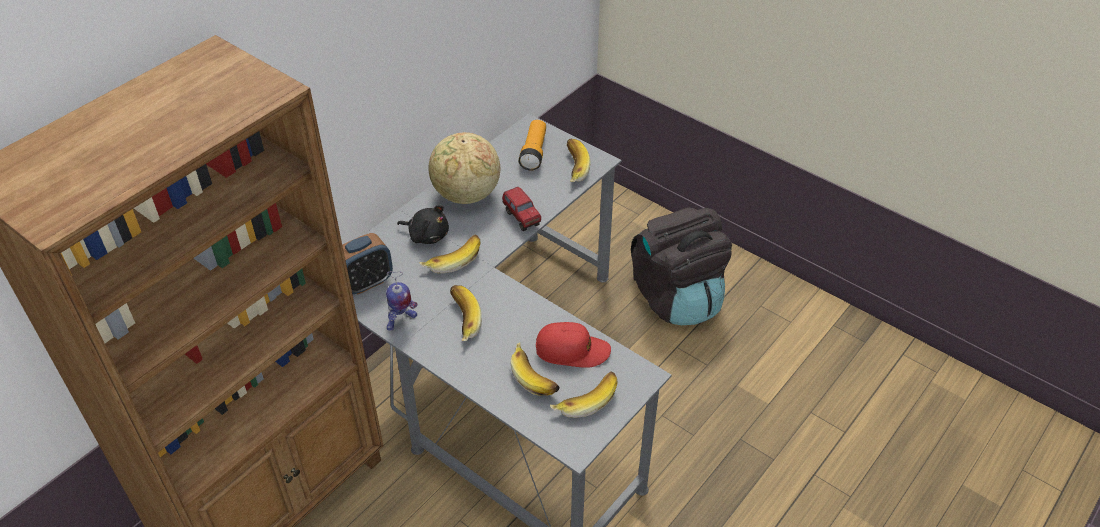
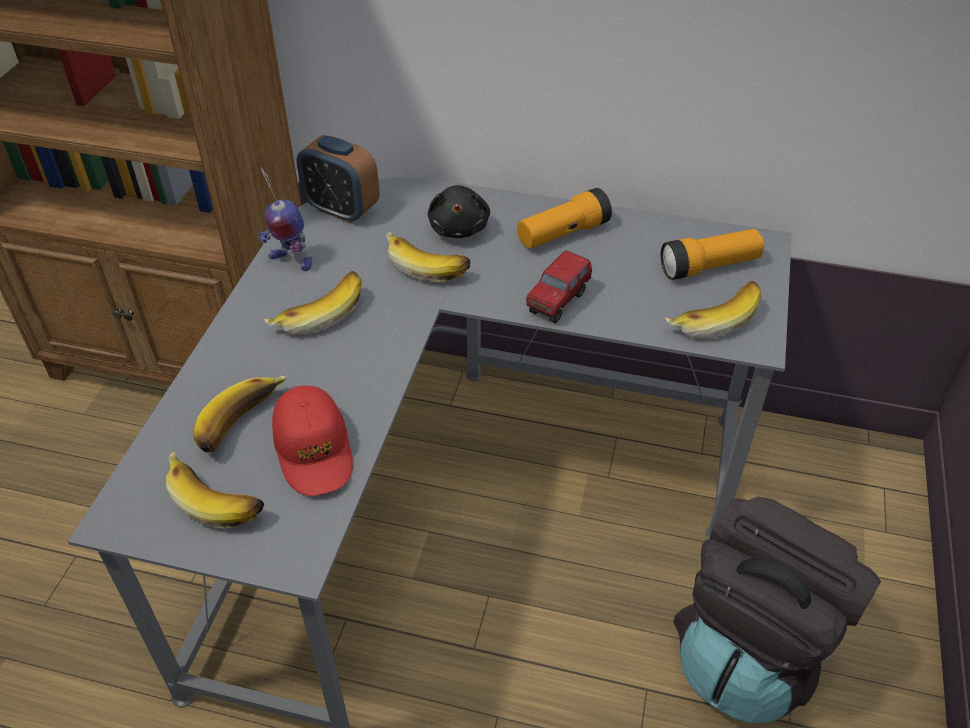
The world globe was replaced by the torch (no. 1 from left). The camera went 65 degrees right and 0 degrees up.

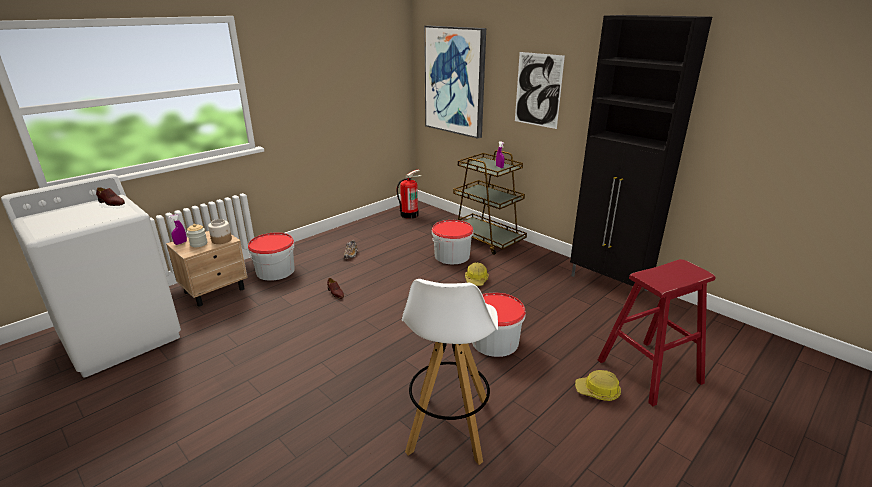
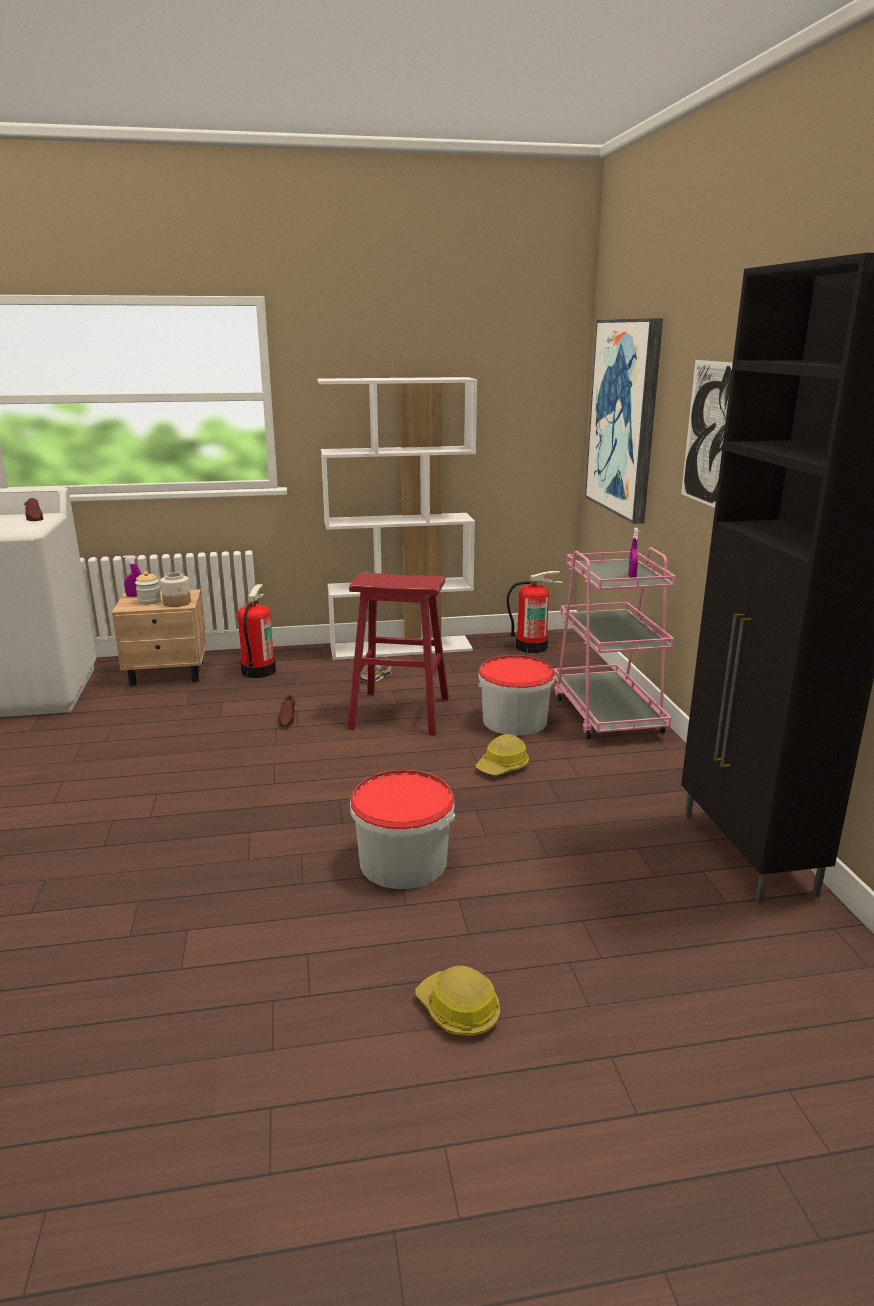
The bucket (no. 1 from left) was replaced by the fire extinguisher (no. 1 from left). The whitish shelving unit appeared. The red stool seat moved. The brown-coloured cart became the pink-coloured cart. The whitish stool seat disappeared. The camera went 35 degrees right and 5 degrees down.

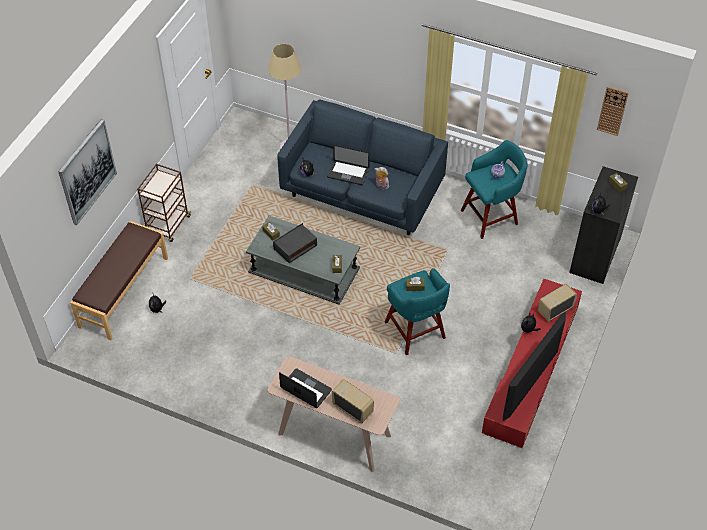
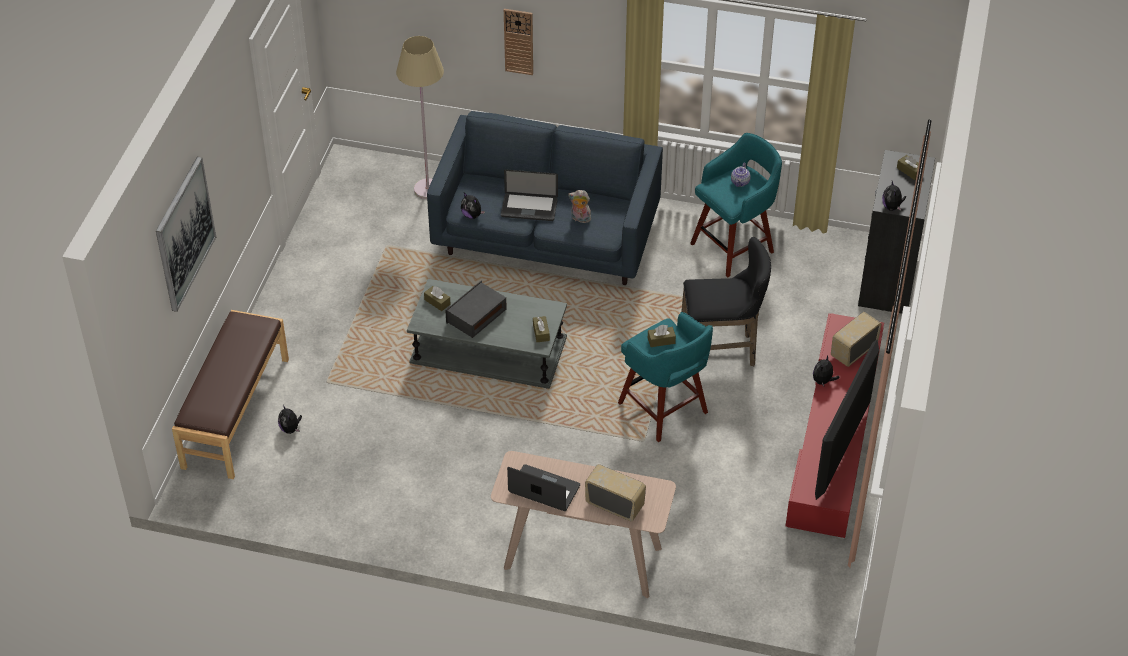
The wall clock moved. The blackish stool seat appeared. The brown-coloured cart disappeared. The camera went 10 degrees left and 5 degrees down.

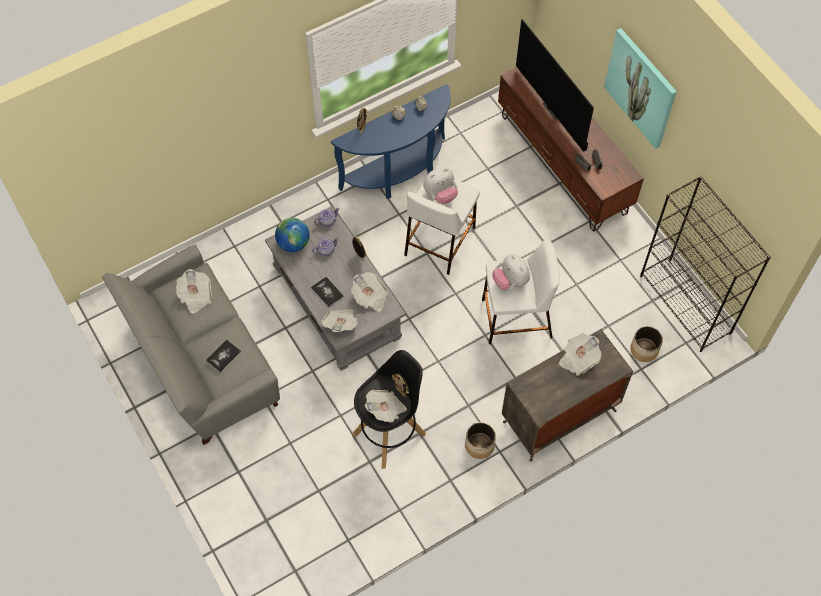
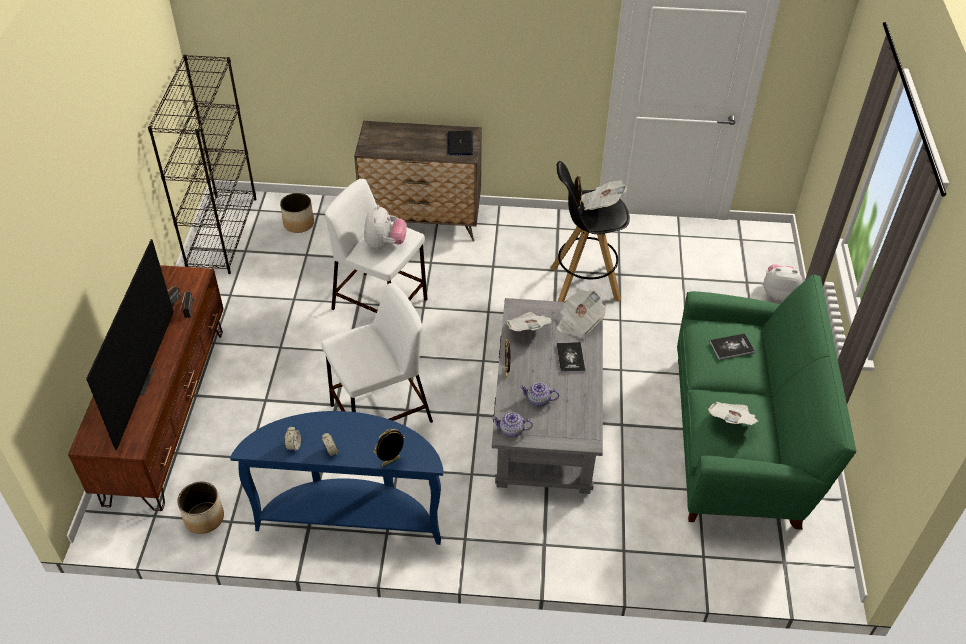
The flower pot (no. 1 from left) moved. The notebook computer appeared. The gray sofa became the greenish sofa. The soft toy (no. 1 from left in the first image) moved. The world globe disappeared. The printed paper (no. 5 from left) disappeared. The wall picture disappeared. The camera went 145 degrees left and 15 degrees down.

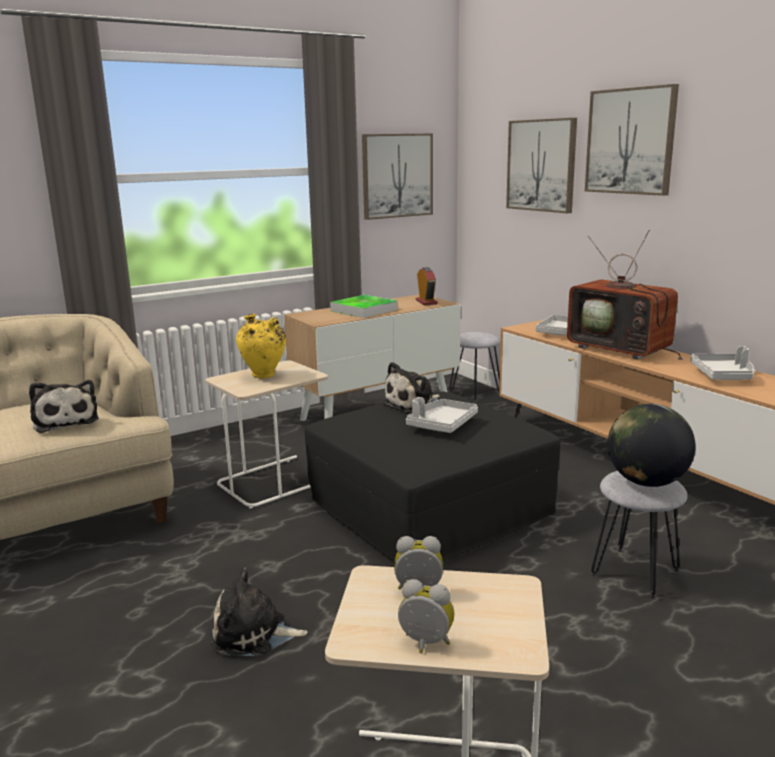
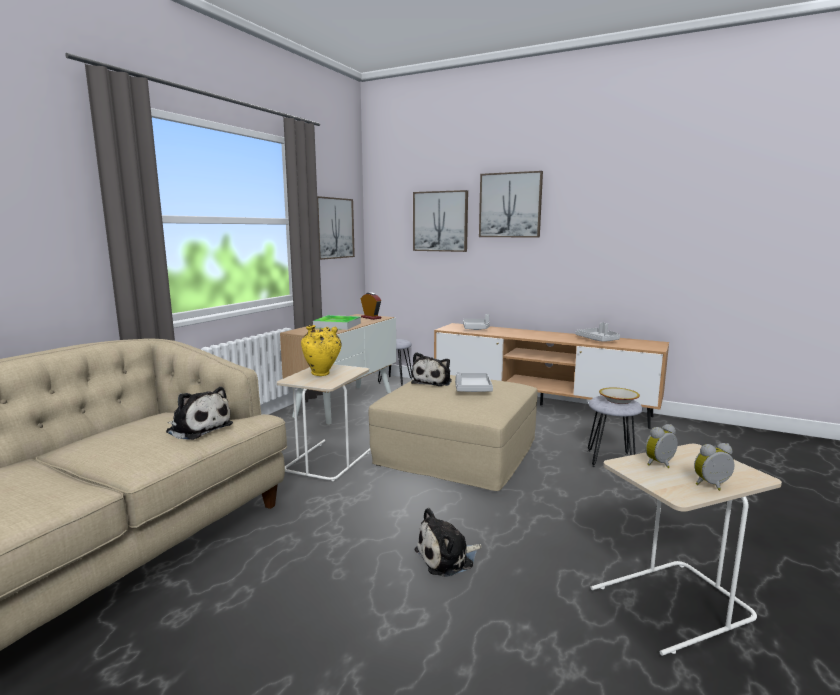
The blackish pouffe became the beige pouffe. The world globe was replaced by the bowl. The television disappeared. The camera went 30 degrees left and 5 degrees down.

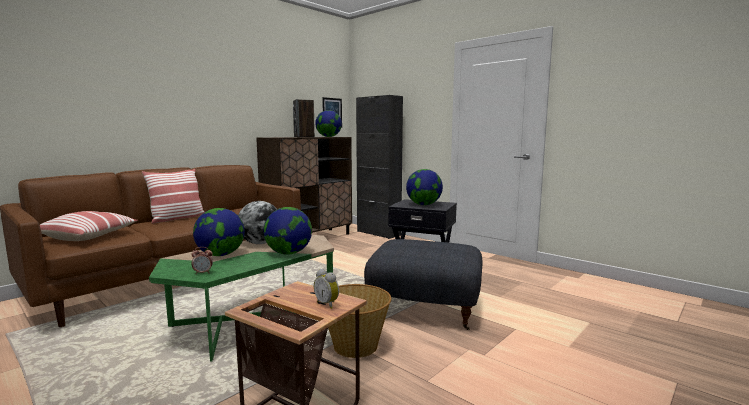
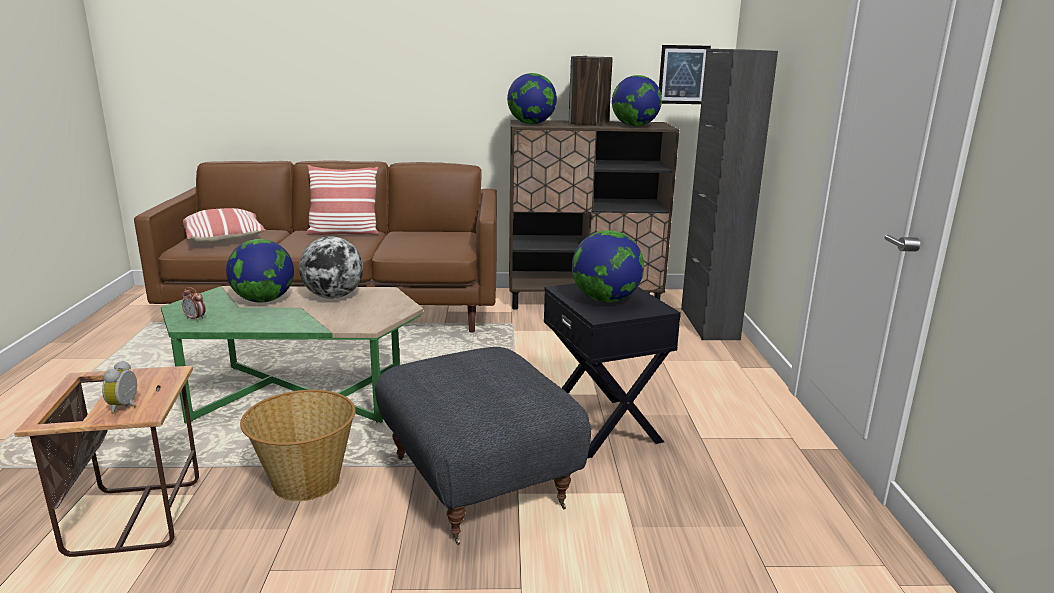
The world globe (no. 3 from left) moved. The camera went 45 degrees right and 10 degrees up.

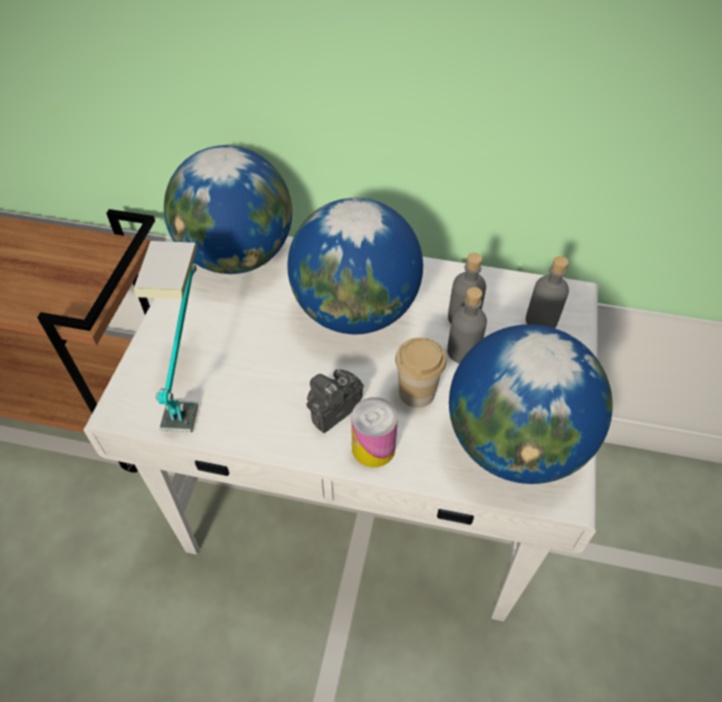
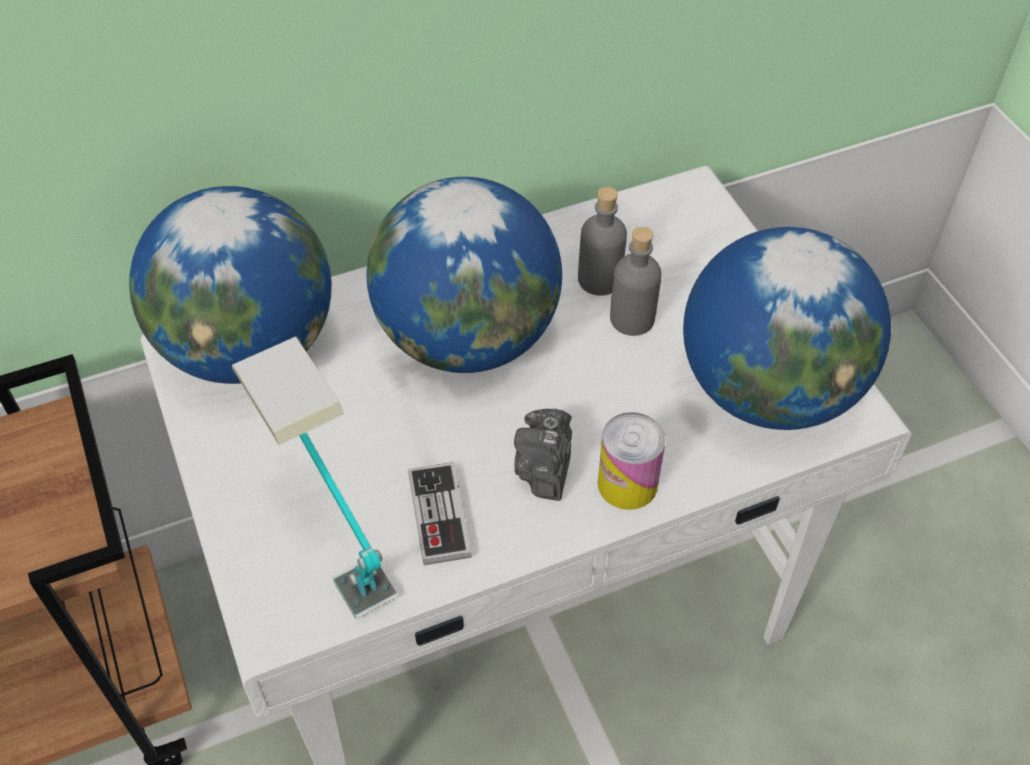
The gamepad appeared. The cup disappeared. The gray drink bottle (no. 3 from left) disappeared. The camera went 35 degrees left and 0 degrees up.

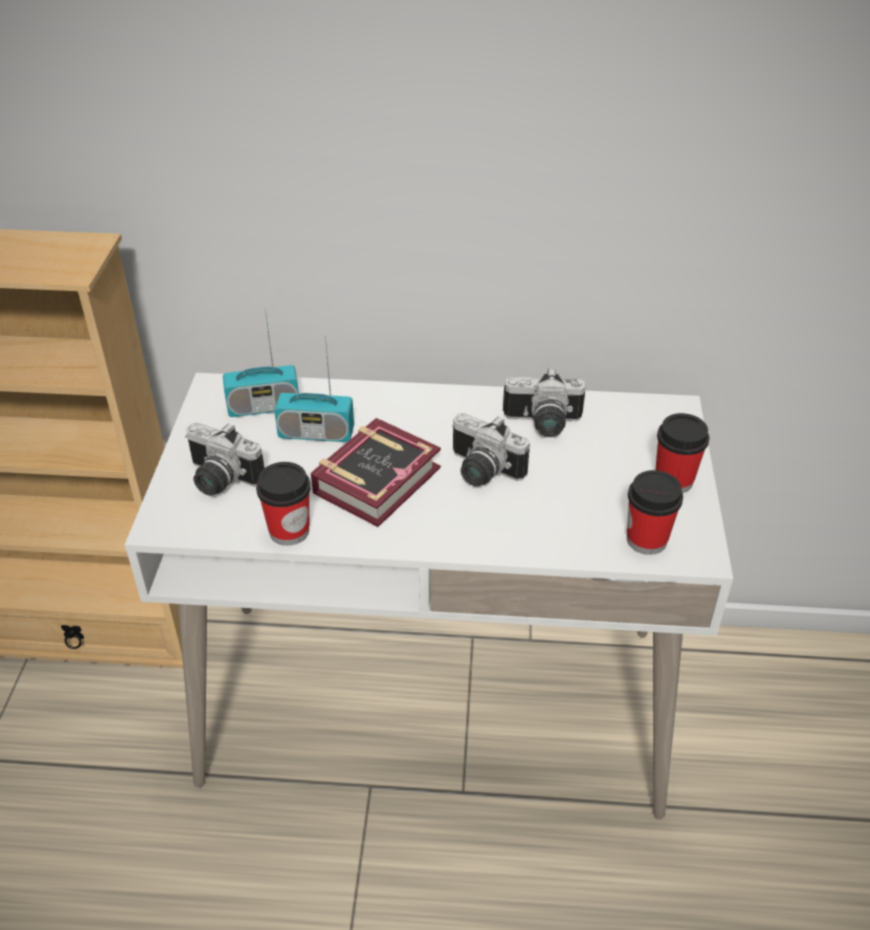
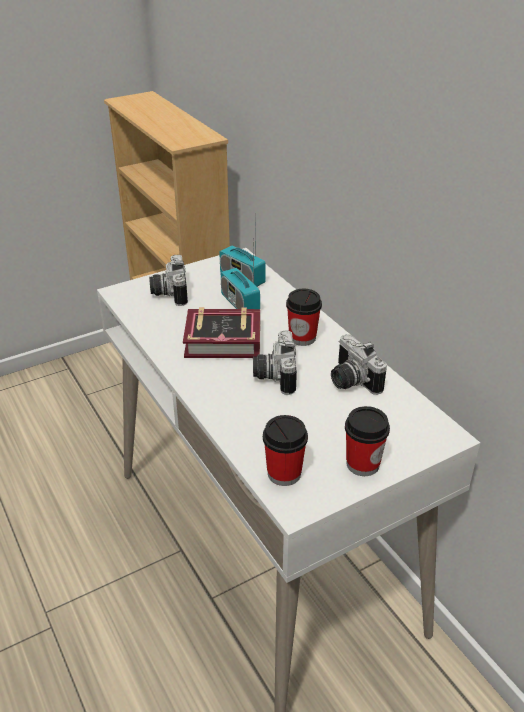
The cup (no. 1 from left in the first image) moved. The camera went 55 degrees right and 5 degrees down.

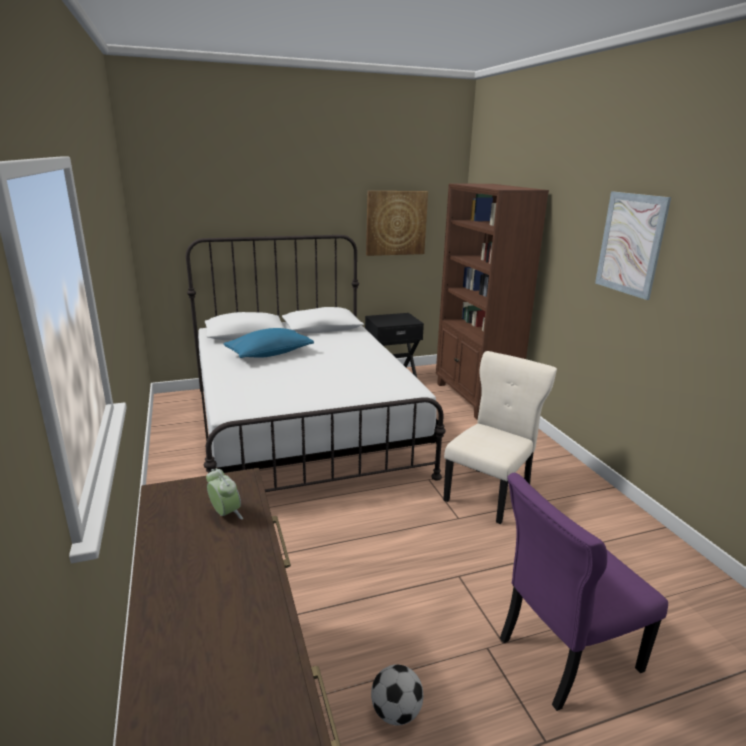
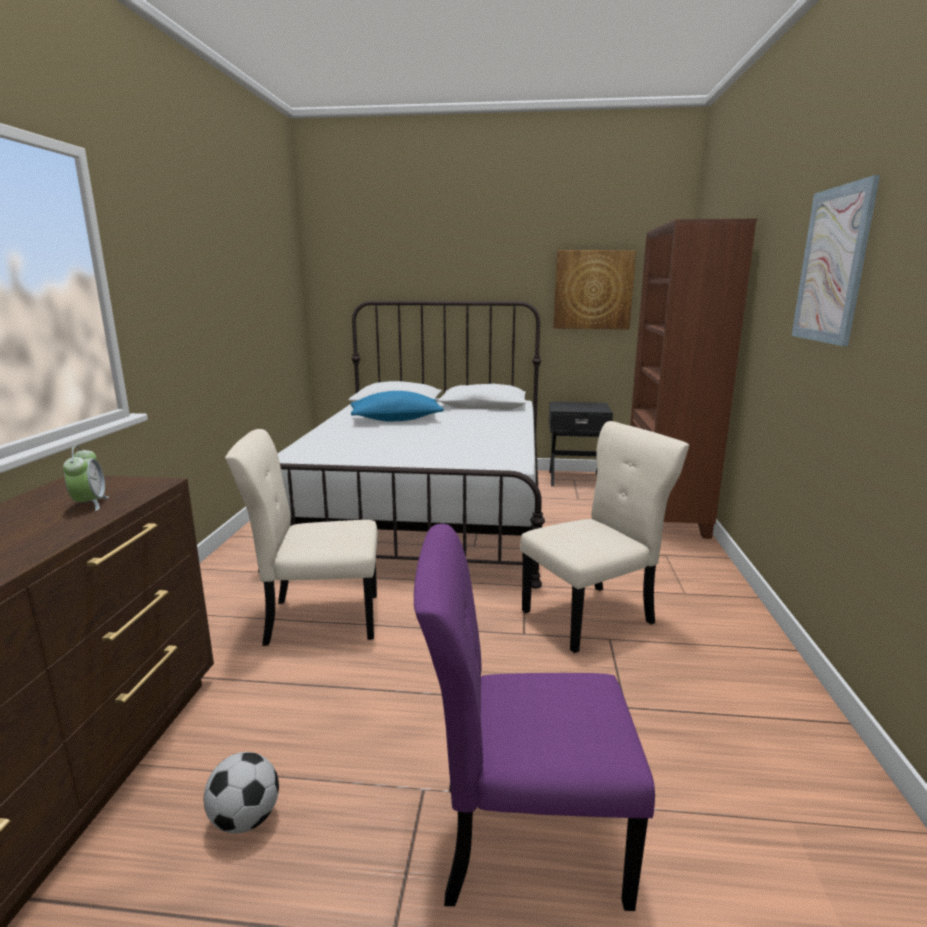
The beige plain chair (no. 1 from left) appeared. The camera went 25 degrees right and 5 degrees down.

